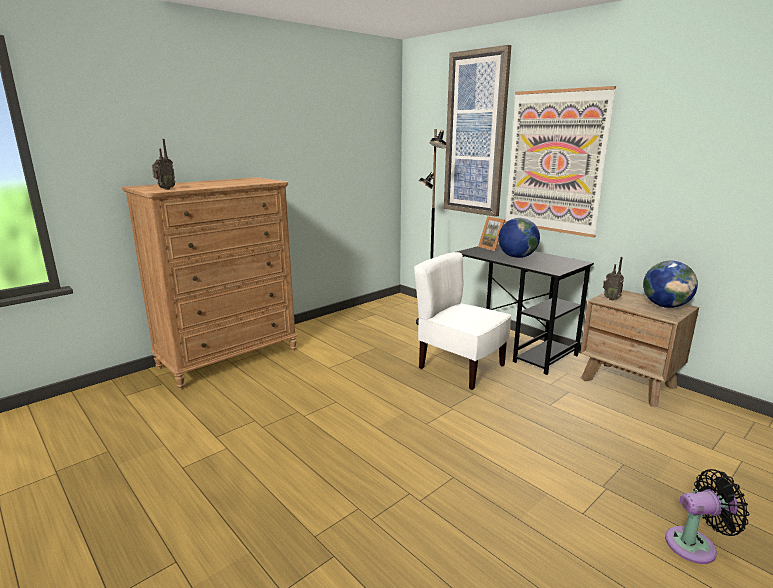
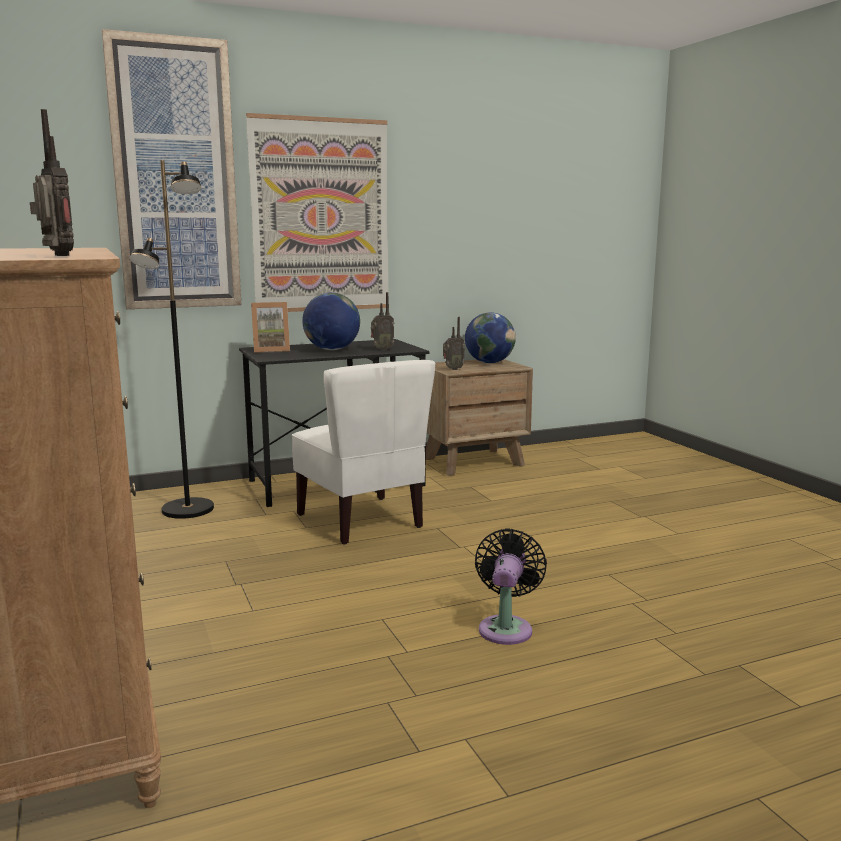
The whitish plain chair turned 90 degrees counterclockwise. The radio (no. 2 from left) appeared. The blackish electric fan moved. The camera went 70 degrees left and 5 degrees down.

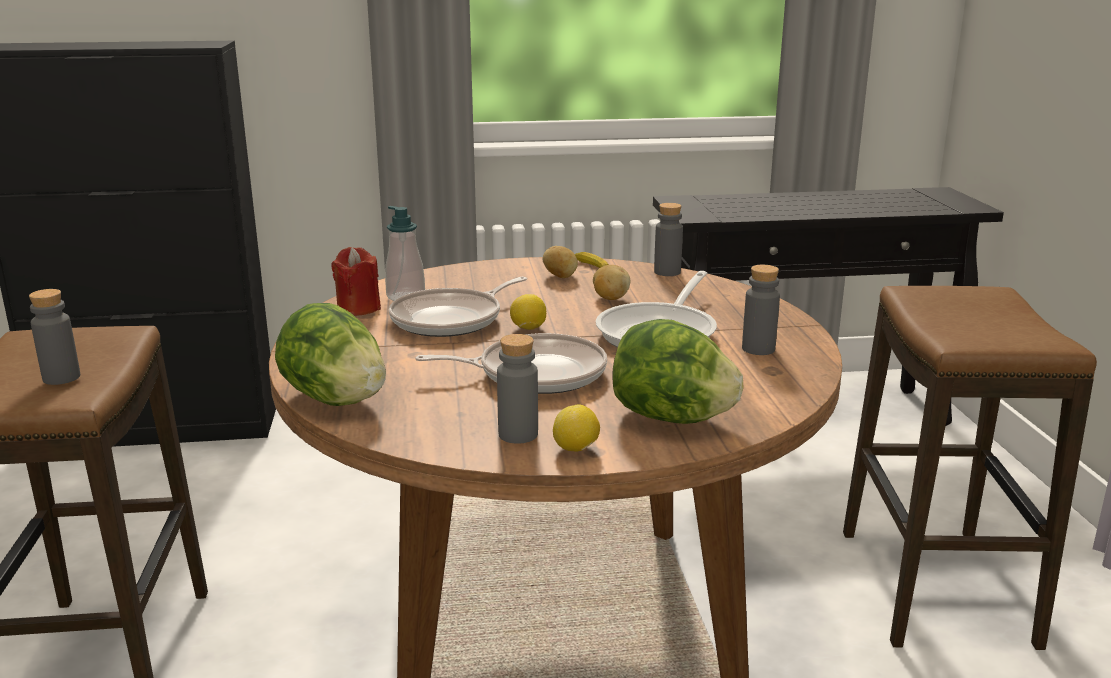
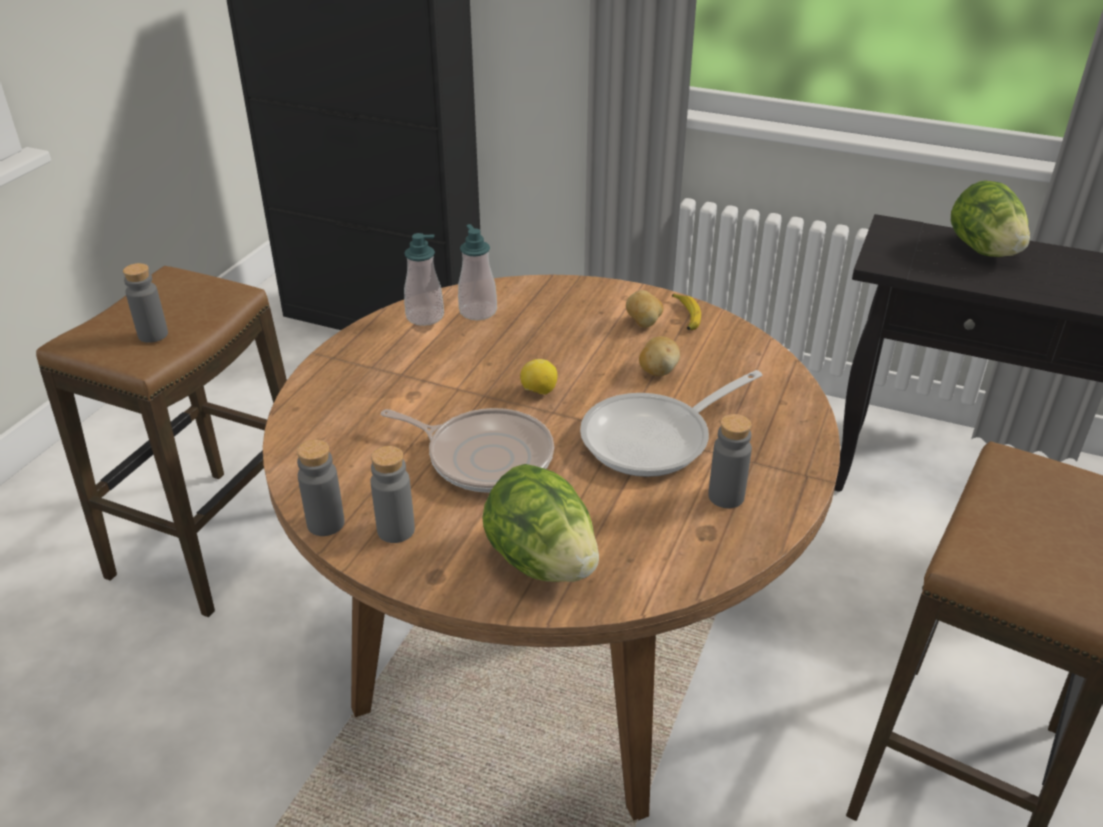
The gray drink bottle (no. 3 from left in the first image) moved. The red wax light was replaced by the soap dispenser (no. 1 from left). The head of lettuce (no. 1 from left in the first image) moved. The frying pan (no. 1 from left) disappeared. The whole lemon (no. 2 from left) disappeared. The camera went 30 degrees right and 15 degrees up.

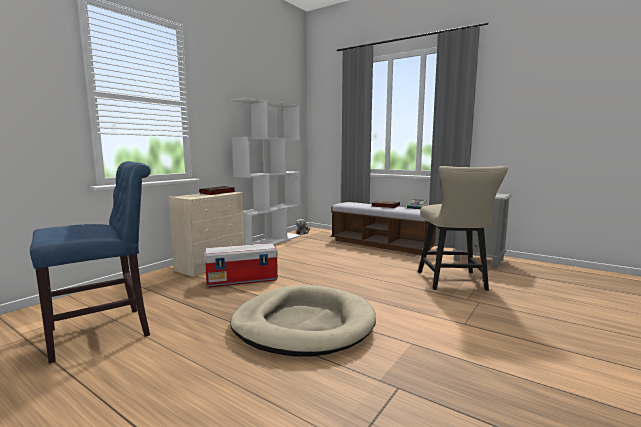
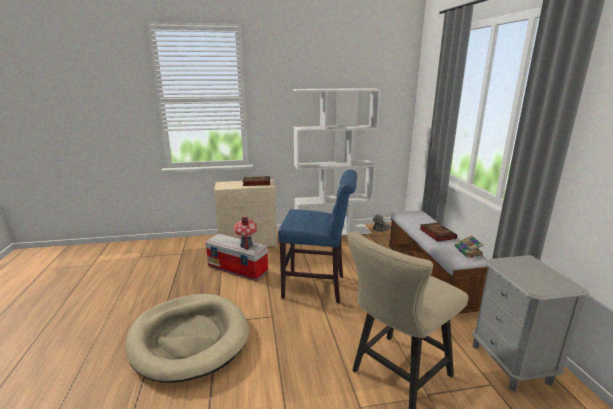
The miniature house appeared. The blue-coloured plain chair moved. The camera went 45 degrees right and 10 degrees up.

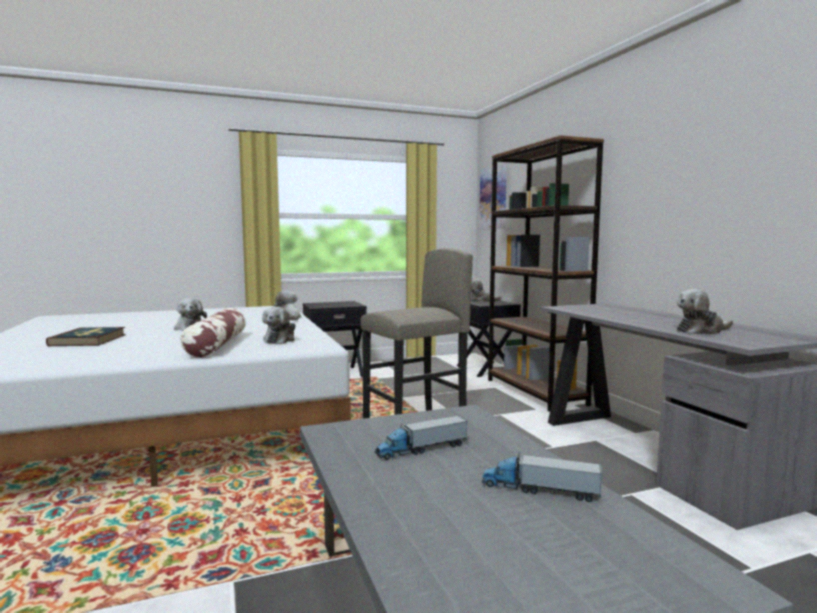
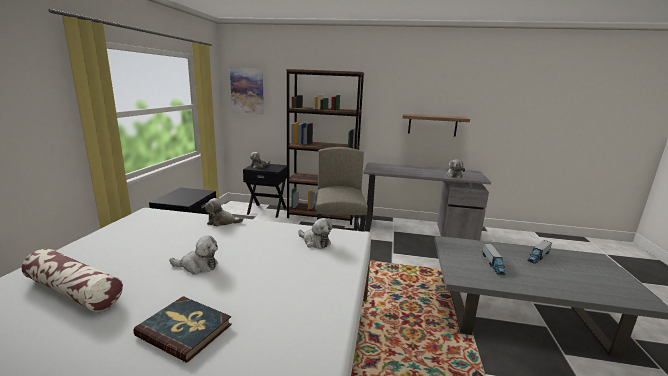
The throw pillow moved. The shelf appeared. The camera went 60 degrees left and 10 degrees up.

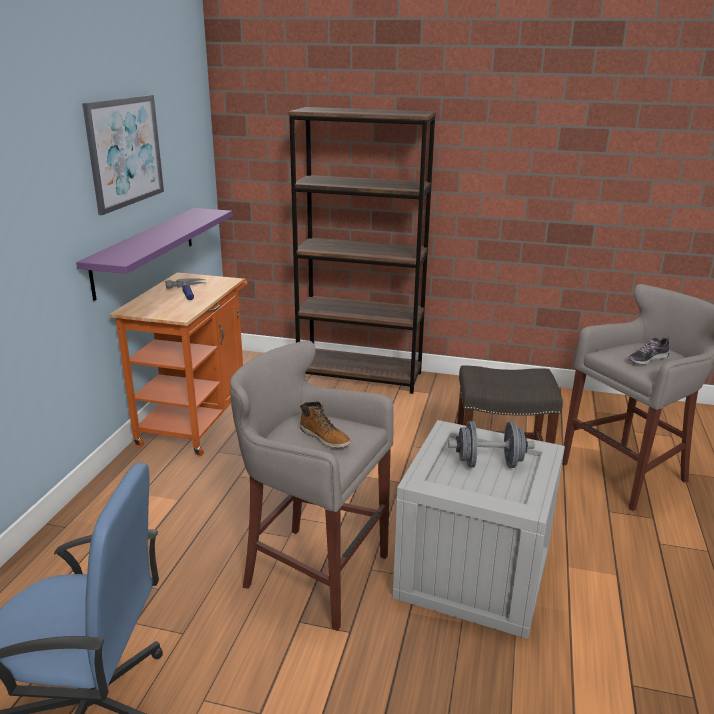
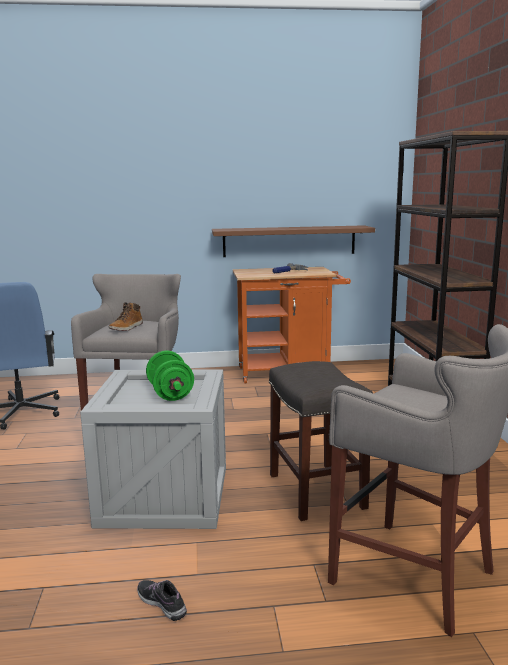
The shoe moved. The gray dumbbell became the greenish dumbbell. The purple shelf became the brown-coloured shelf. The wall picture disappeared. The camera went 70 degrees right and 10 degrees down.

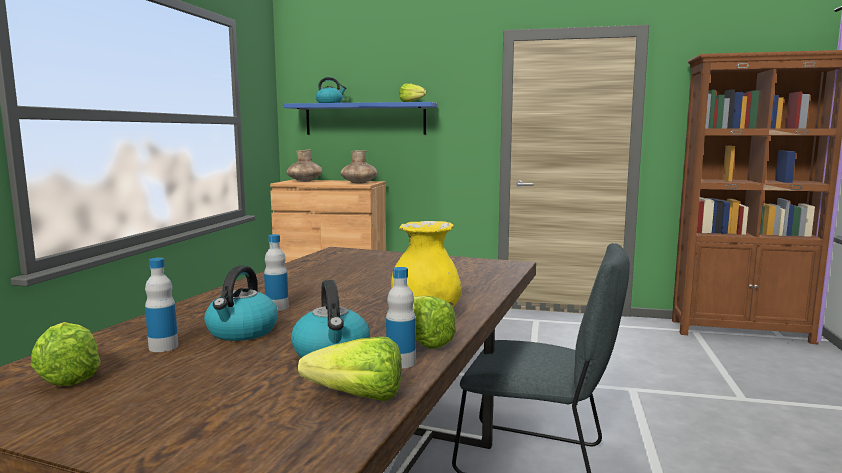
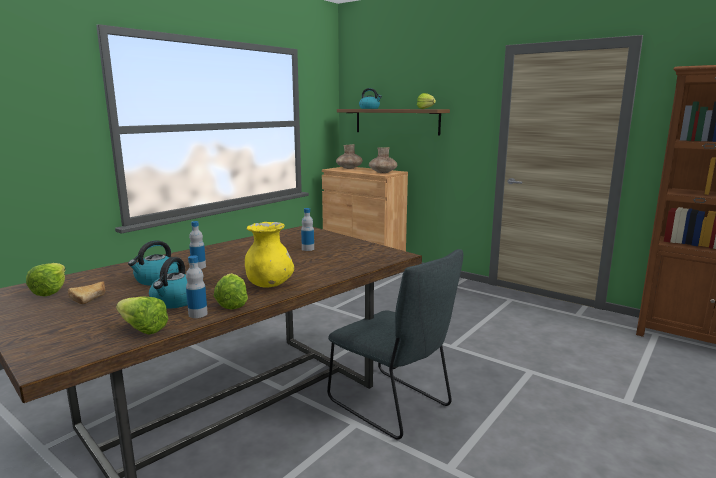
The bread appeared. The drink bottle (no. 1 from left in the first image) moved. The blue-coloured shelf became the brown-coloured shelf. The camera went 25 degrees right and 5 degrees up.

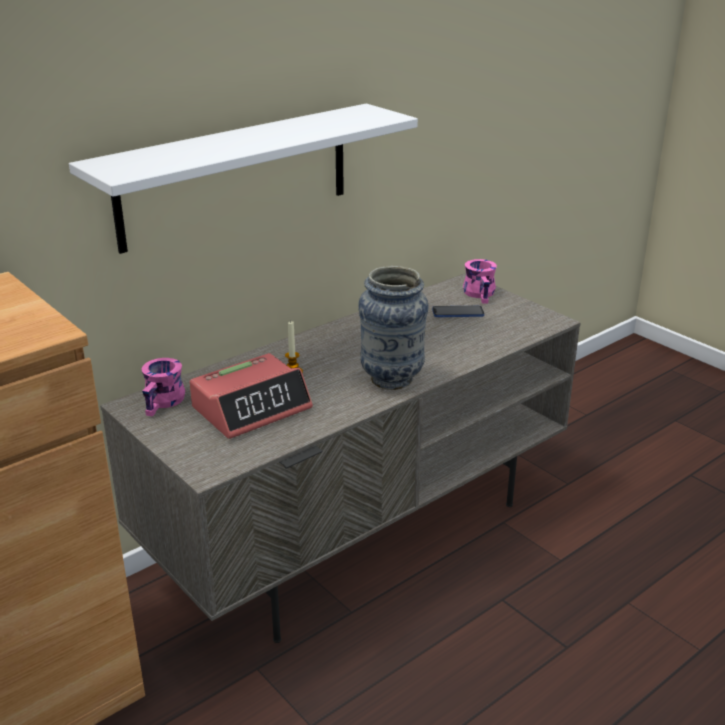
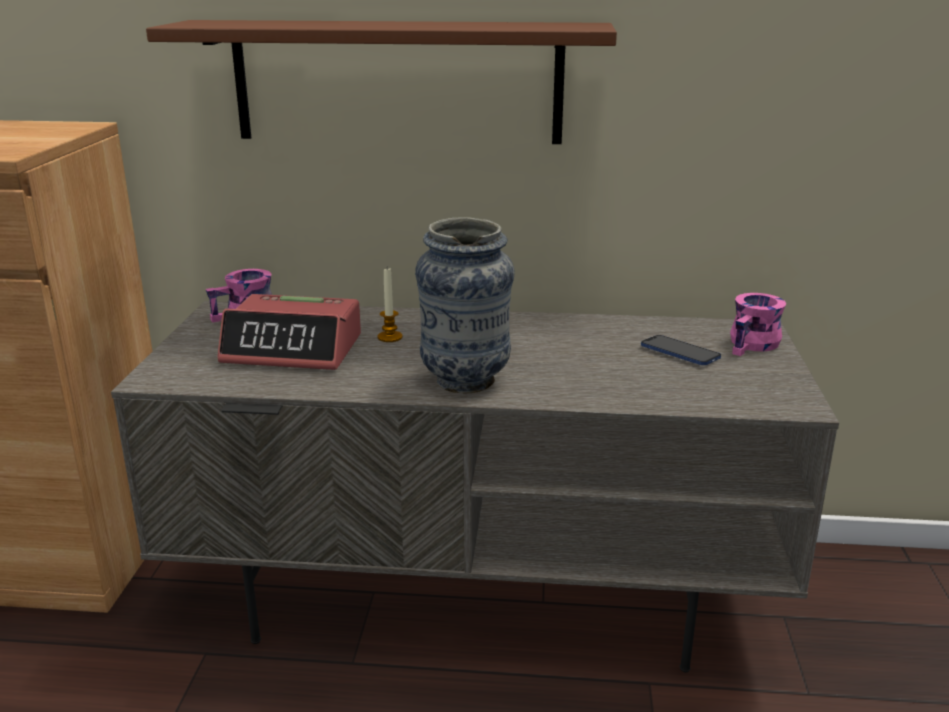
The whitish shelf became the brown-coloured shelf. The camera went 45 degrees right and 5 degrees down.

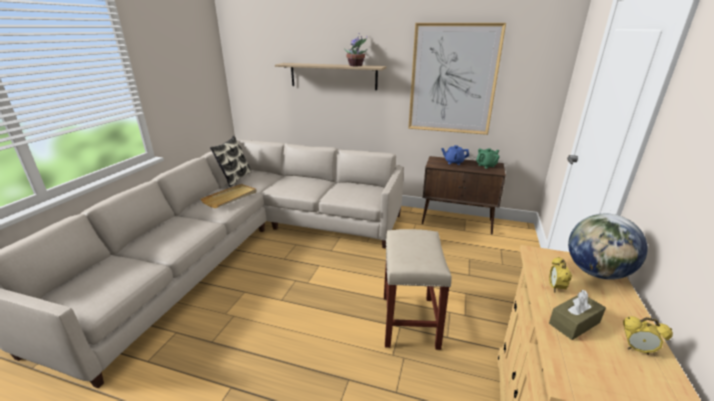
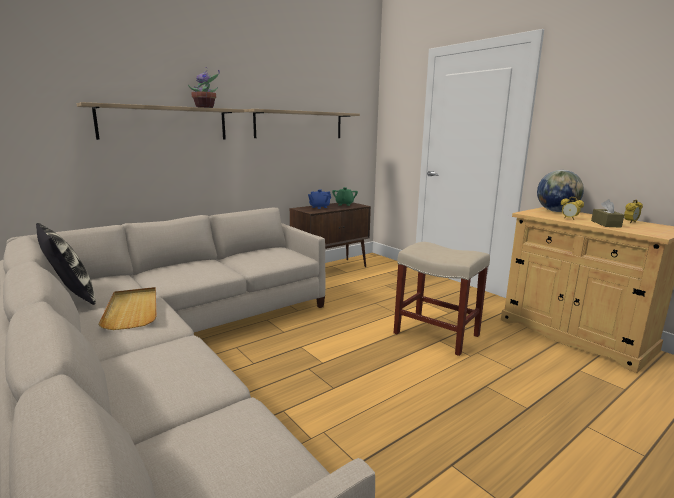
The wall picture was replaced by the shelf (no. 2 from left). The camera went 55 degrees left and 10 degrees down.

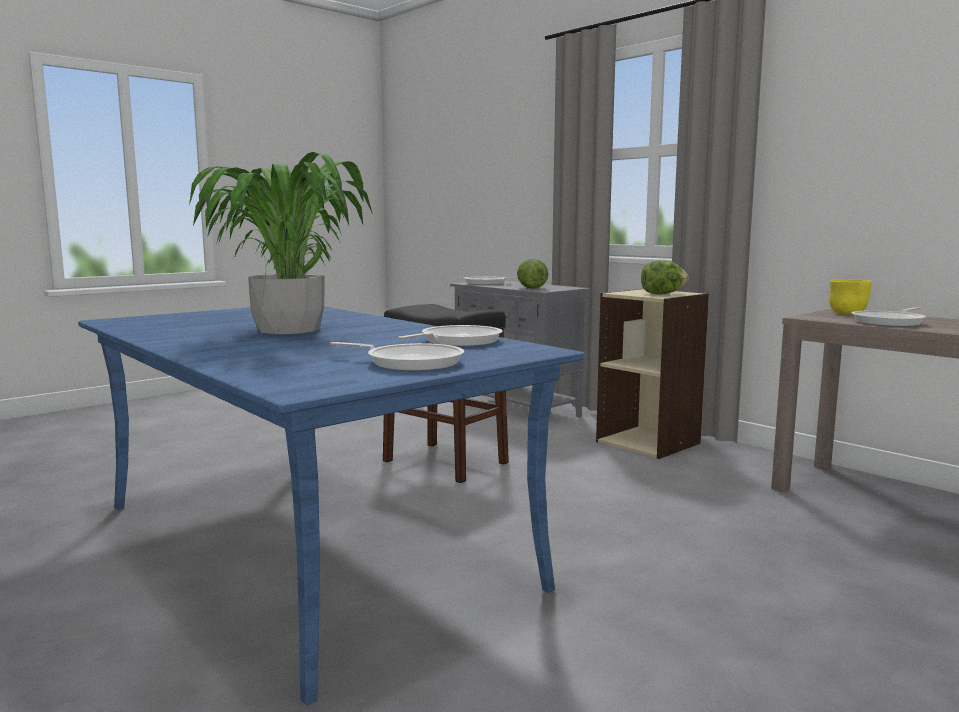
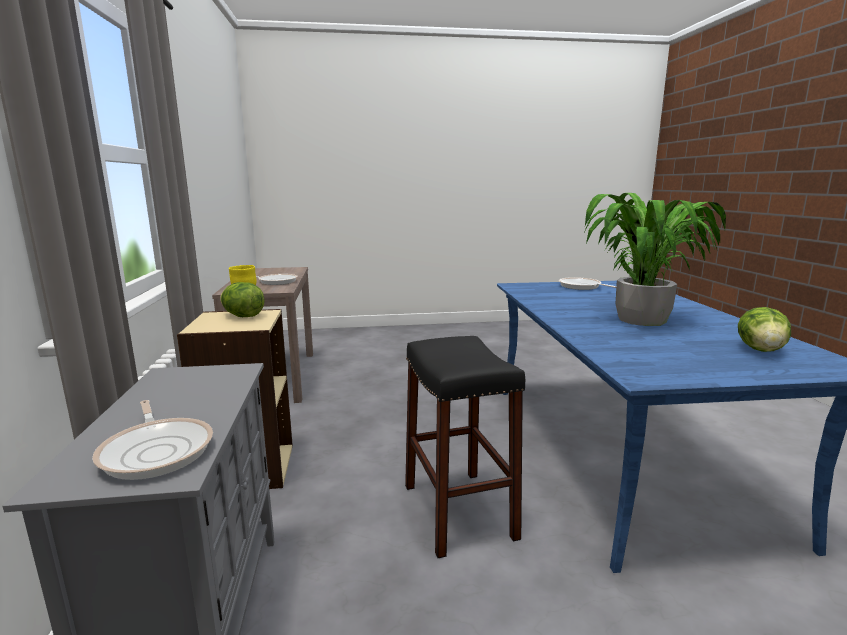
The head of lettuce (no. 1 from left in the first image) moved. The frying pan (no. 2 from left) disappeared. The camera went 145 degrees left and 5 degrees up.

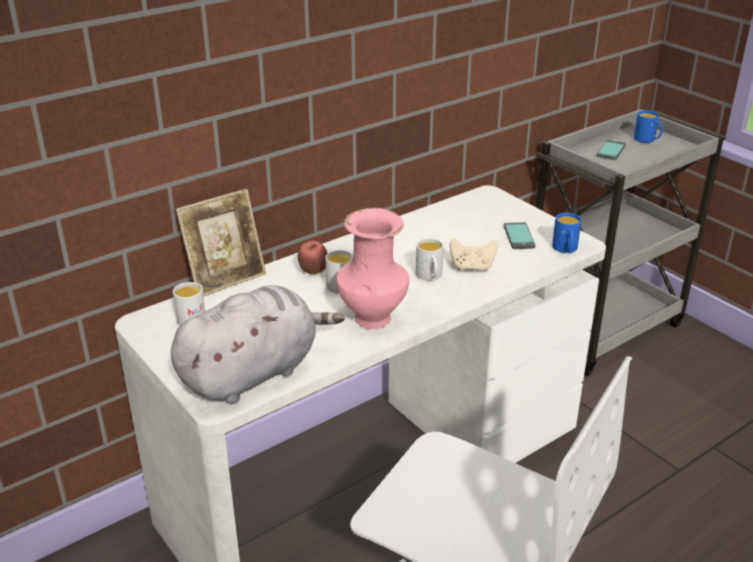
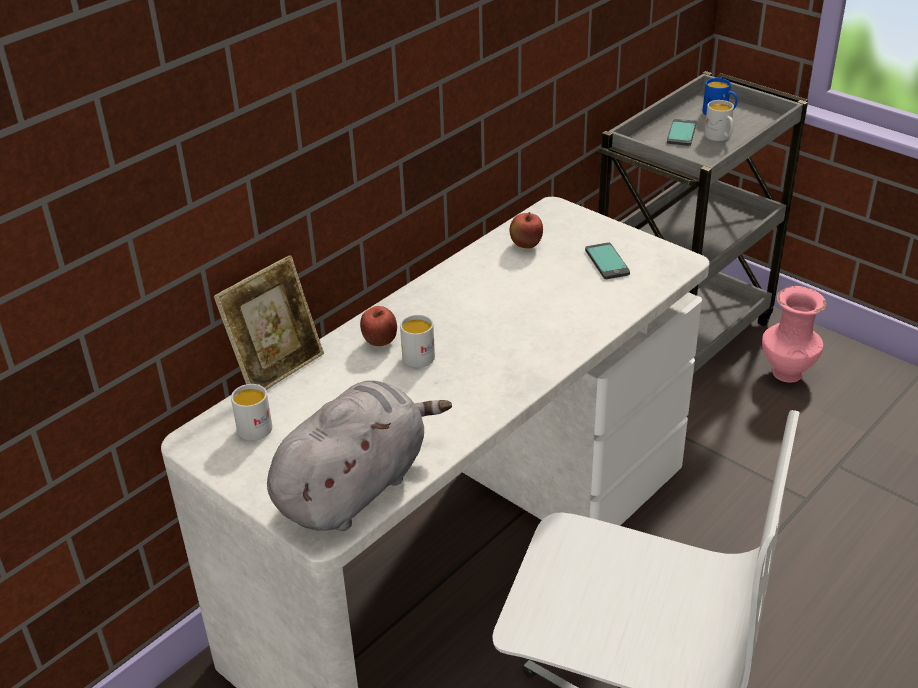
The apple (no. 2 from left) appeared. The whitish coffee mug (no. 3 from left) moved. The pink-coloured vase moved. The beige gamepad disappeared. The blue-coloured coffee mug (no. 1 from left) disappeared. The camera went 10 degrees left and 5 degrees up.

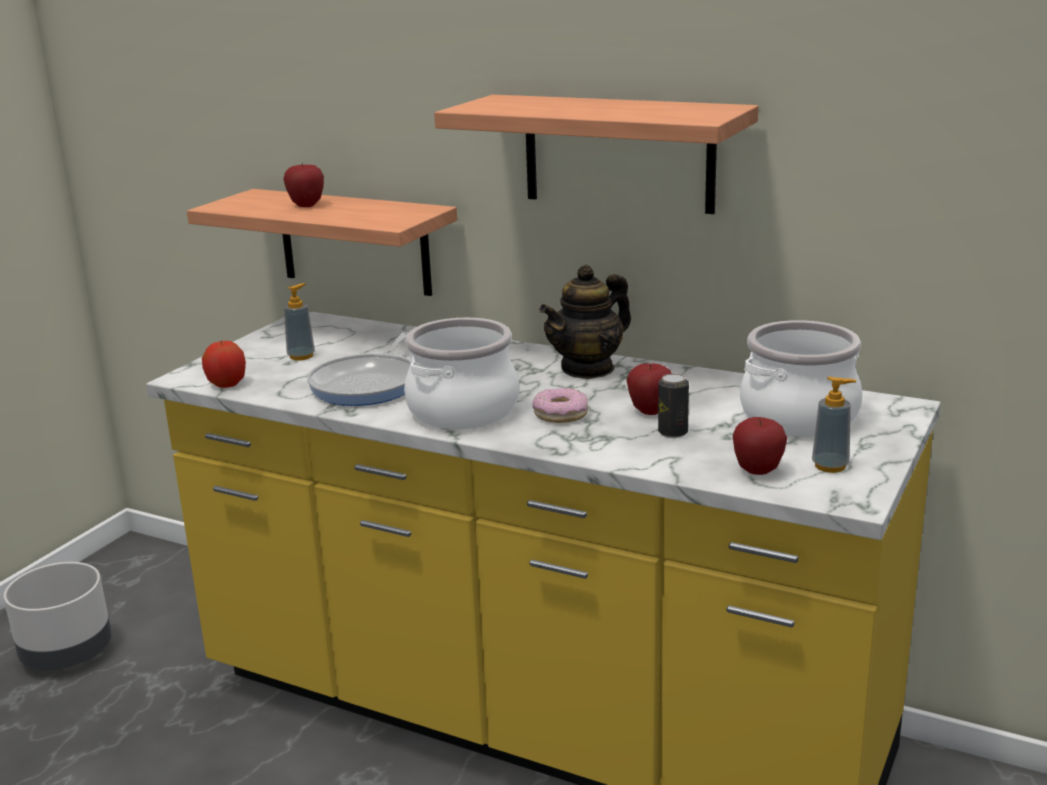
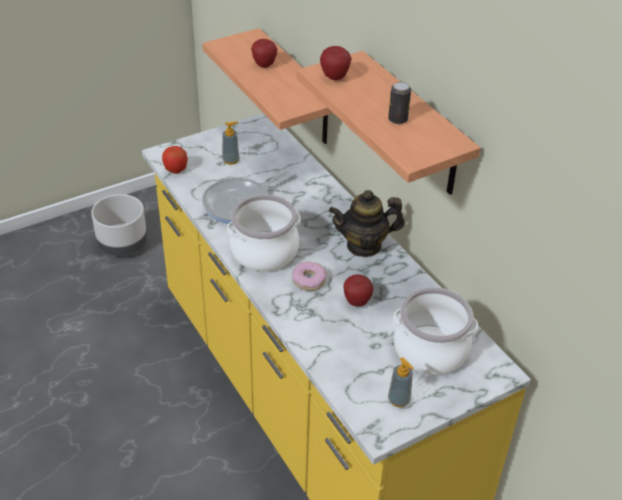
The apple (no. 4 from left in the first image) moved. The can moved. The camera went 30 degrees right and 20 degrees up.

